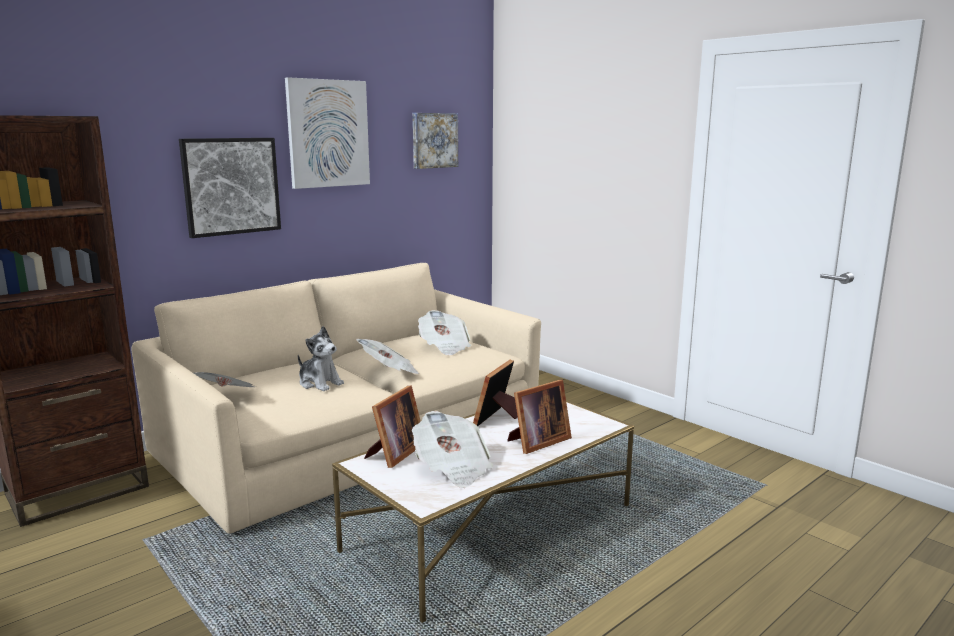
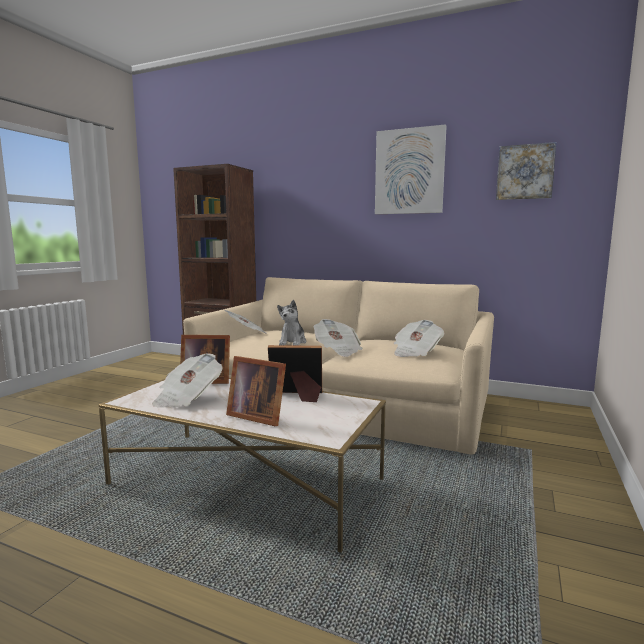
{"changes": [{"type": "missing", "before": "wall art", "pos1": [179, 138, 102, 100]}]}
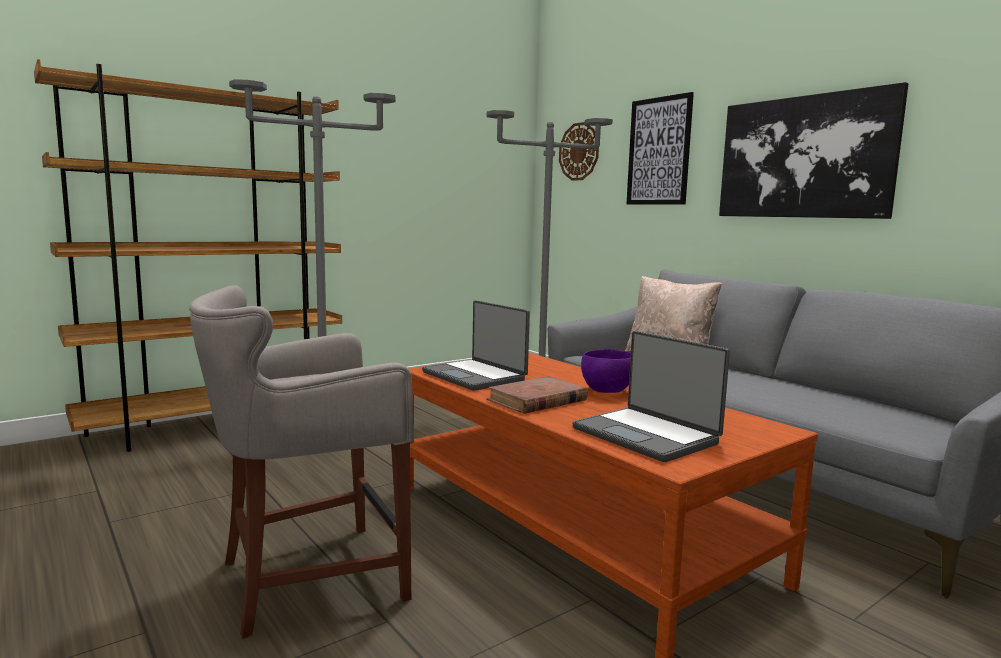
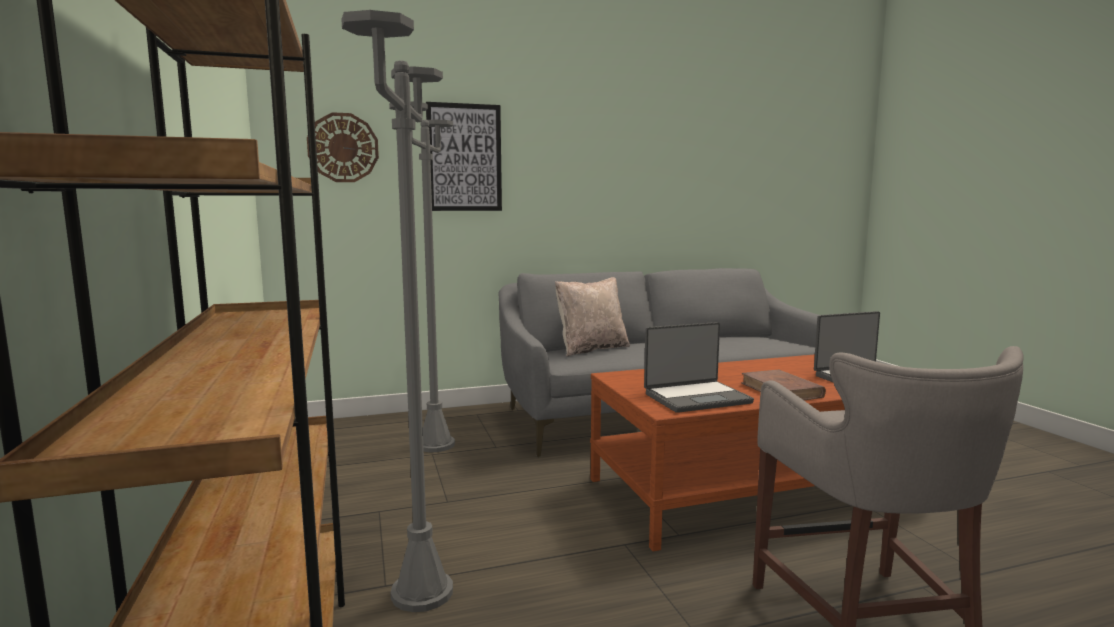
{"changes": [{"type": "missing", "before": "wall art", "pos1": [719, 82, 189, 137]}, {"type": "missing", "before": "purple-coloured deep dish", "pos1": [581, 349, 50, 44]}]}
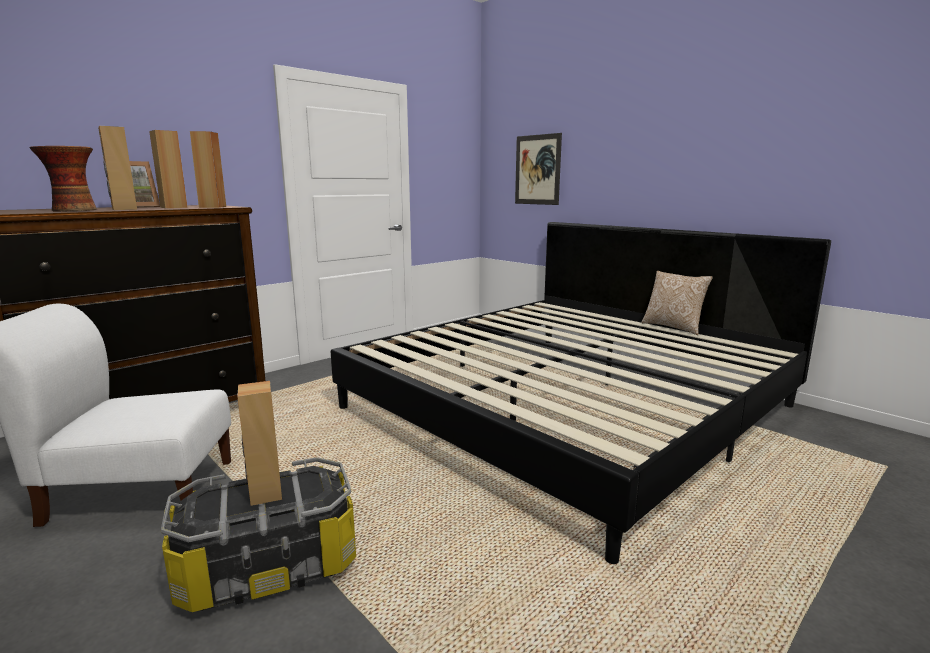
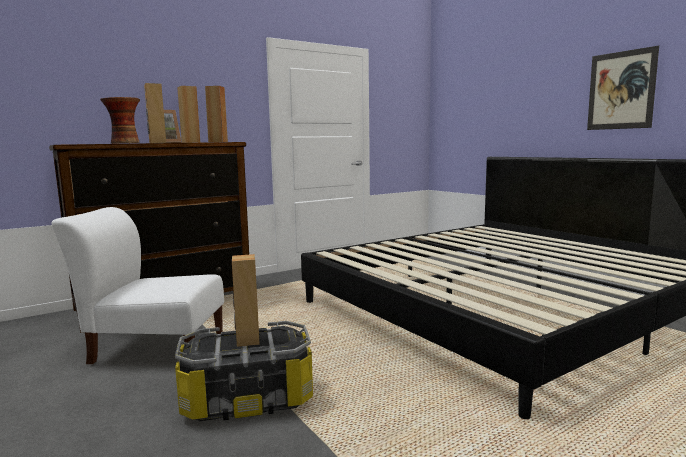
{"changes": [{"type": "relocated", "before": "wall art", "pos1": [515, 133, 47, 72], "pos2": [587, 45, 72, 85]}, {"type": "missing", "before": "pillow", "pos1": [642, 271, 71, 64]}]}
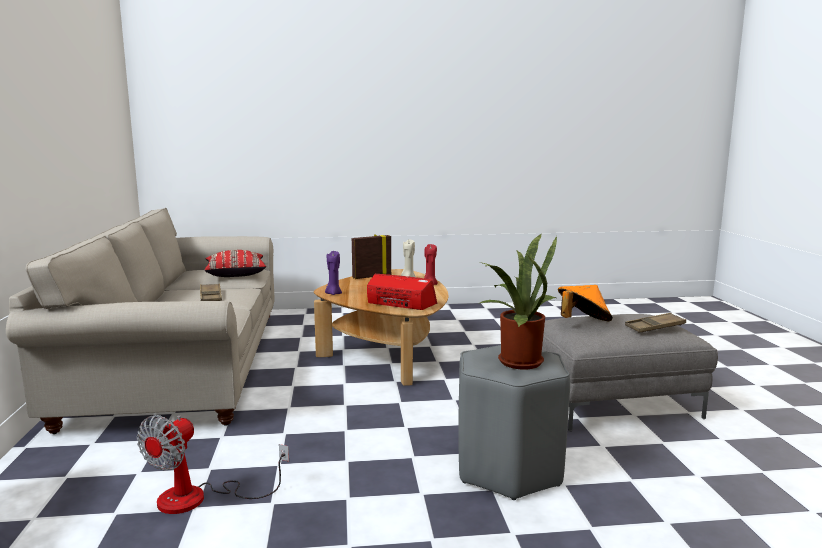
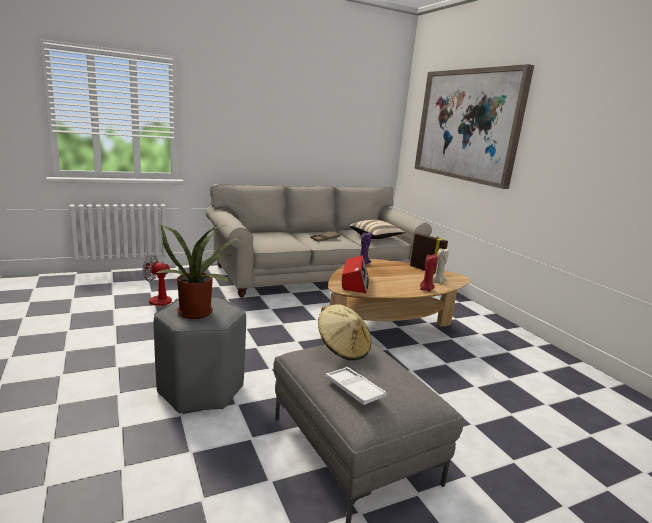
{"changes": [{"type": "colour", "before": "reddish pillow", "after": "beige pillow", "pos1": [205, 250, 61, 27], "pos2": [349, 220, 56, 19]}, {"type": "colour", "before": "orange-coloured hat", "after": "beige hat", "pos1": [558, 285, 55, 36], "pos2": [318, 304, 53, 56]}, {"type": "colour", "before": "brownish tray", "after": "white-coloured tray", "pos1": [625, 313, 61, 19], "pos2": [326, 367, 60, 38]}, {"type": "appeared", "after": "wall art", "pos2": [414, 64, 120, 125]}]}
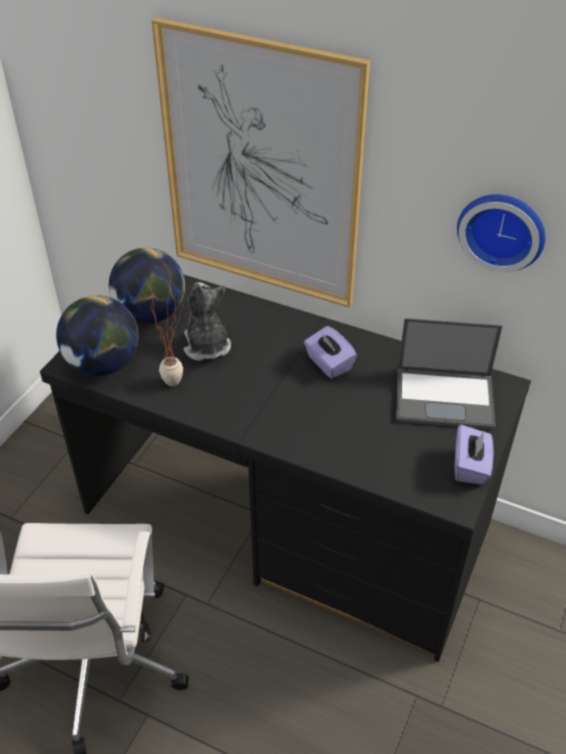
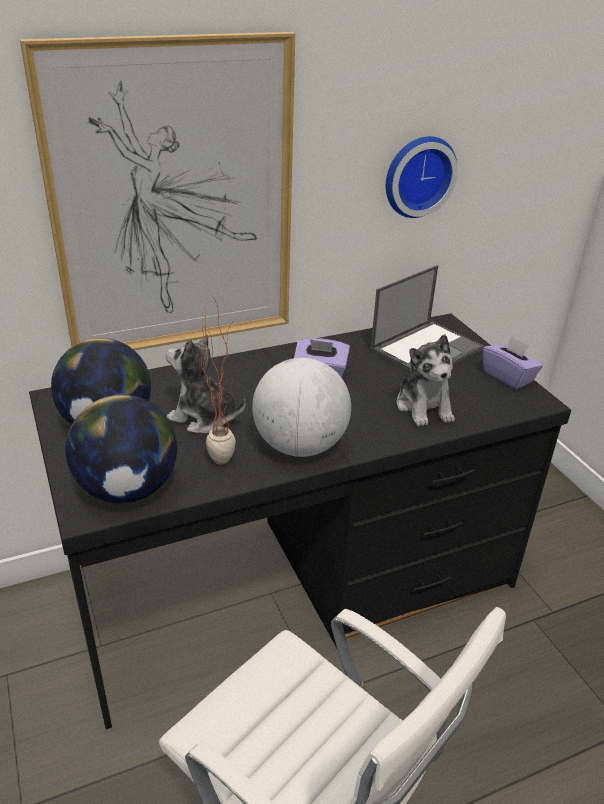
{"changes": [{"type": "appeared", "after": "soft toy", "pos2": [397, 334, 58, 92]}, {"type": "appeared", "after": "desk globe", "pos2": [252, 358, 99, 99]}]}
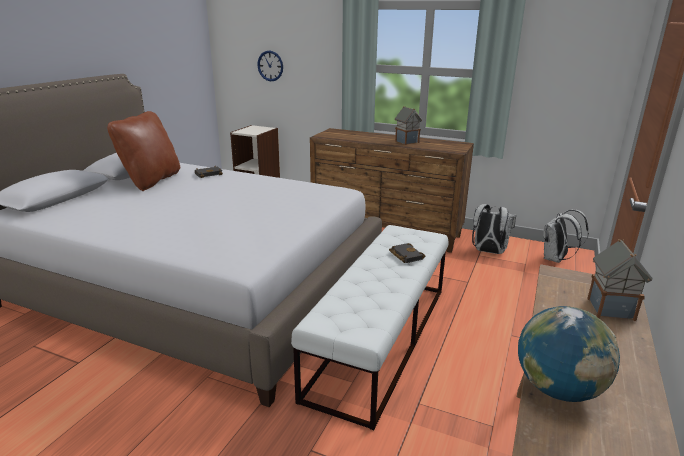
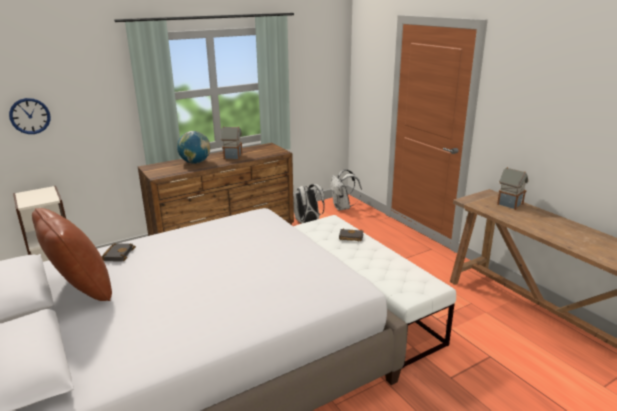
{"changes": [{"type": "relocated", "before": "desk globe", "pos1": [518, 306, 102, 96], "pos2": [177, 131, 33, 33]}]}
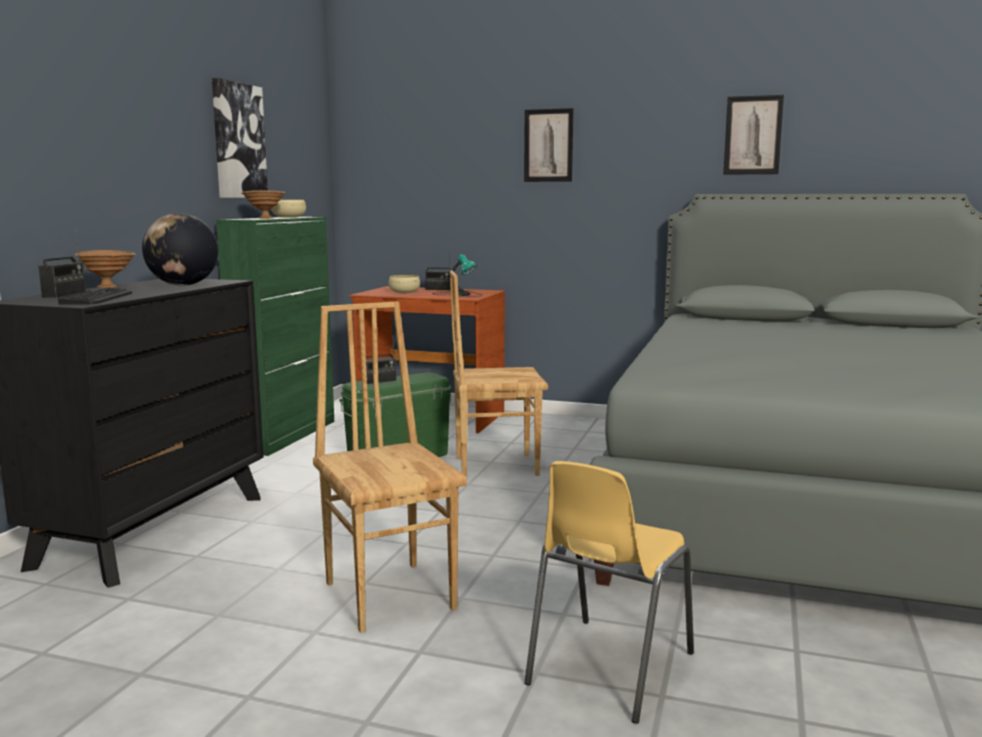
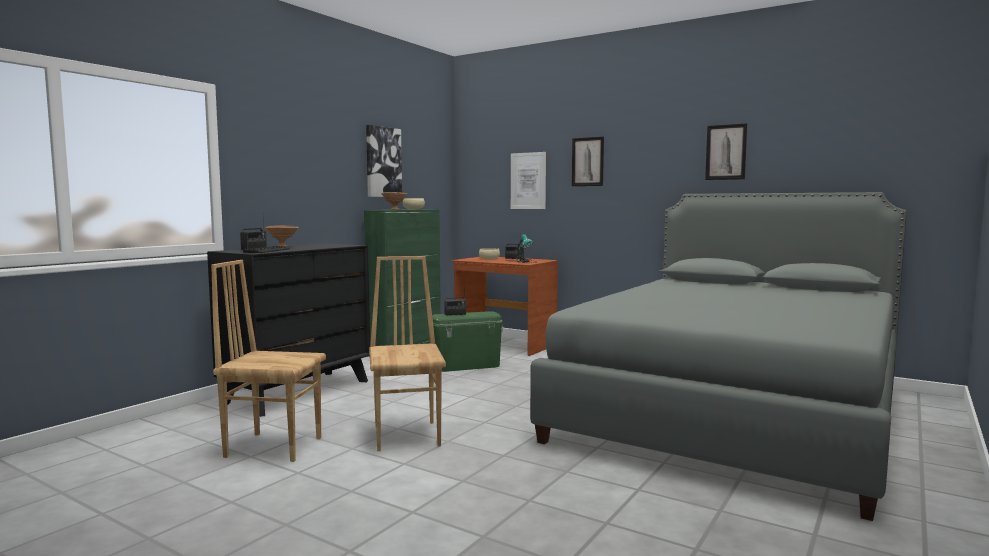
{"changes": [{"type": "missing", "before": "desk globe", "pos1": [142, 213, 76, 73]}, {"type": "relocated", "before": "brownish upright chair", "pos1": [450, 271, 98, 207], "pos2": [211, 260, 115, 202]}, {"type": "missing", "before": "yellowish upright chair", "pos1": [524, 461, 170, 263]}, {"type": "appeared", "after": "wall art", "pos2": [511, 152, 35, 57]}]}
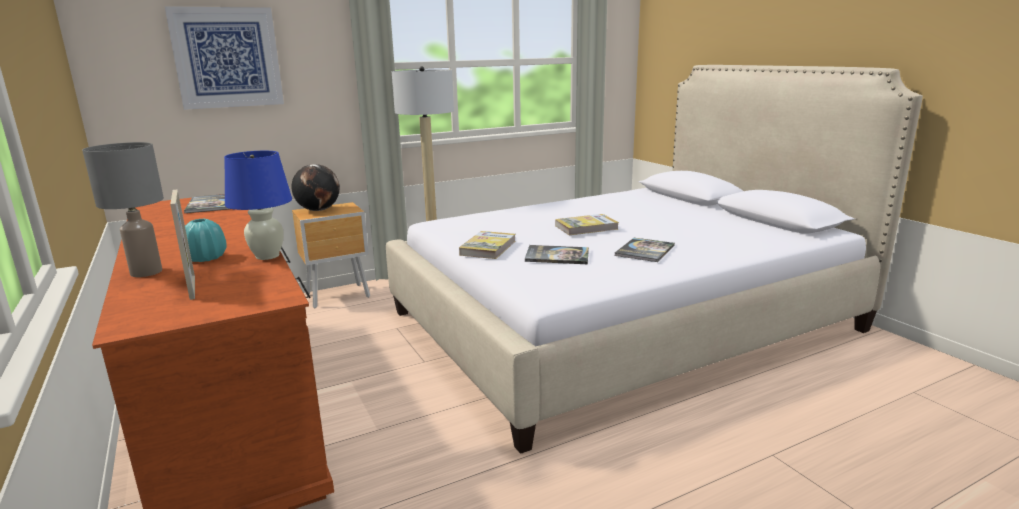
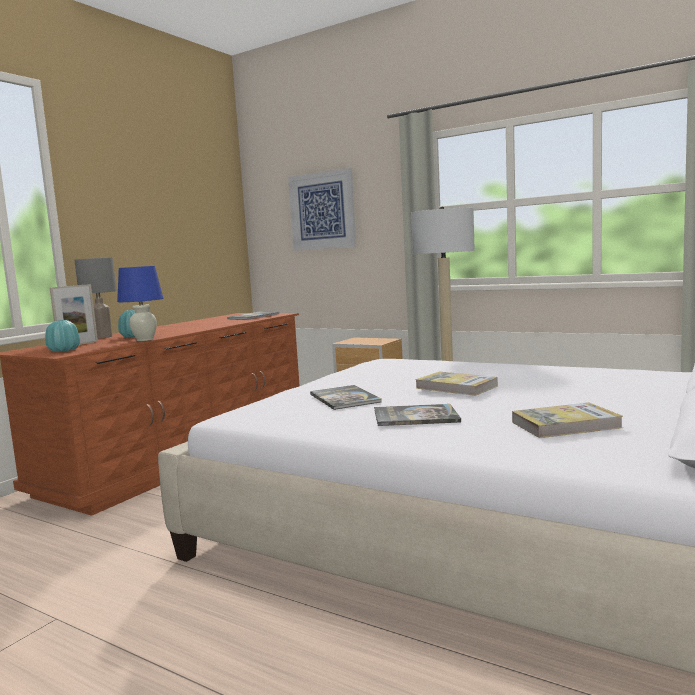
{"changes": [{"type": "missing", "before": "desk globe", "pos1": [291, 164, 49, 47]}, {"type": "relocated", "before": "bound book", "pos1": [459, 231, 57, 28], "pos2": [512, 403, 111, 35]}, {"type": "appeared", "after": "turquoise vase", "pos2": [45, 320, 35, 32]}]}
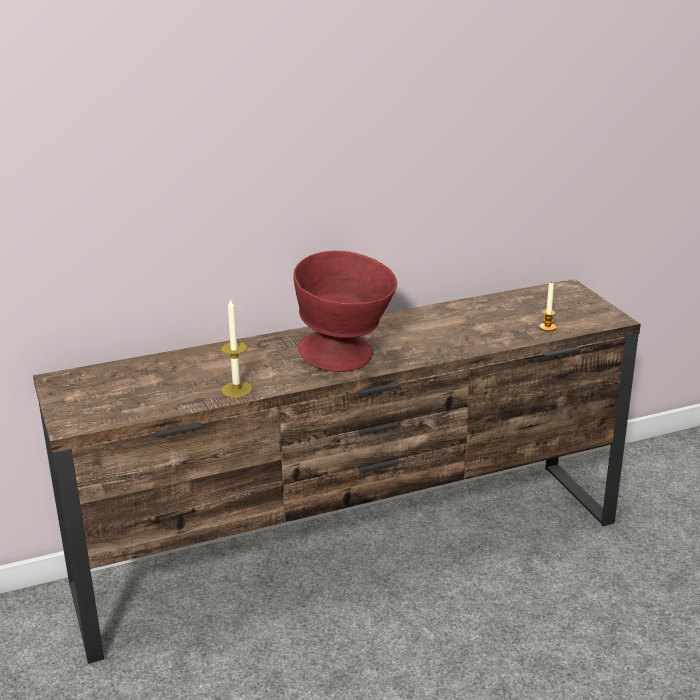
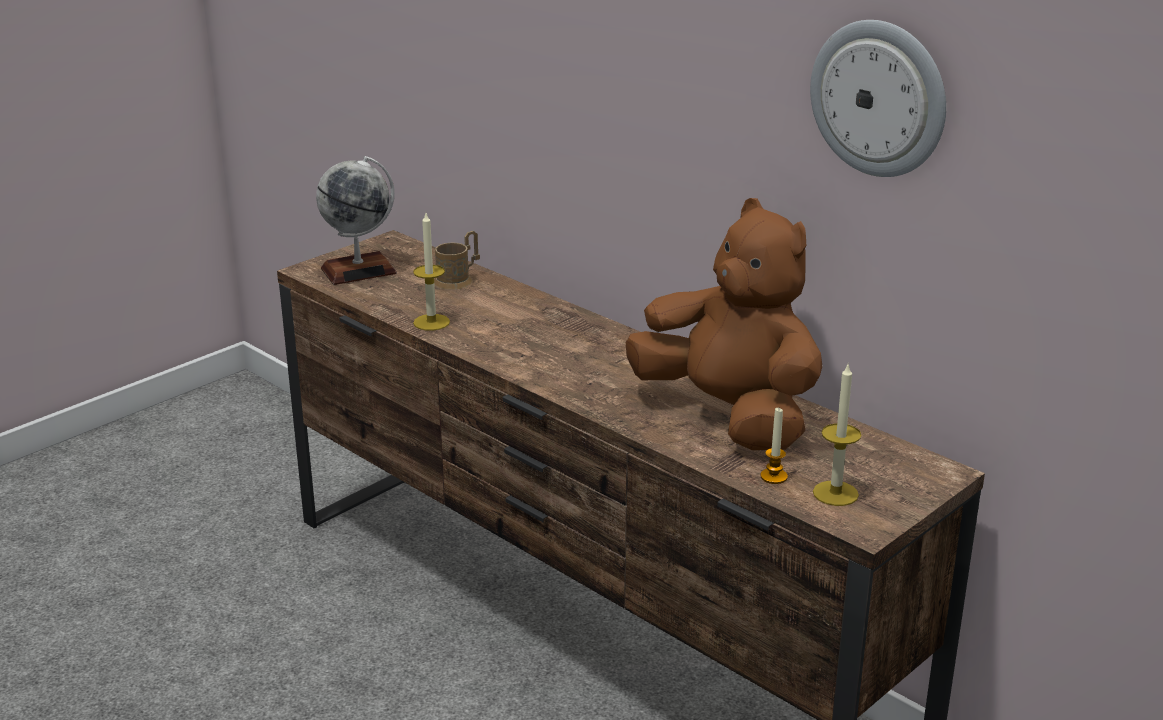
{"changes": [{"type": "missing", "before": "reddish deep dish", "pos1": [293, 251, 104, 121]}, {"type": "appeared", "after": "clock on the wall", "pos2": [810, 20, 136, 157]}, {"type": "appeared", "after": "desk globe", "pos2": [316, 156, 81, 129]}, {"type": "appeared", "after": "brownish soft toy", "pos2": [626, 198, 196, 252]}, {"type": "appeared", "after": "brownish tea mug", "pos2": [434, 231, 46, 59]}, {"type": "appeared", "after": "wax light", "pos2": [813, 362, 48, 144]}]}
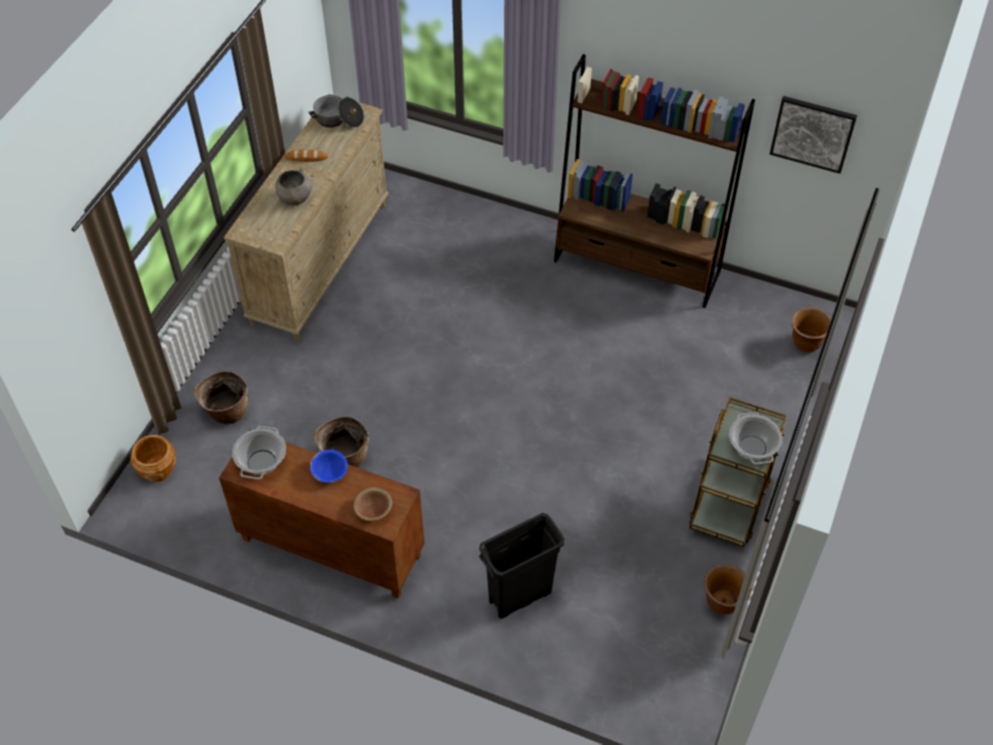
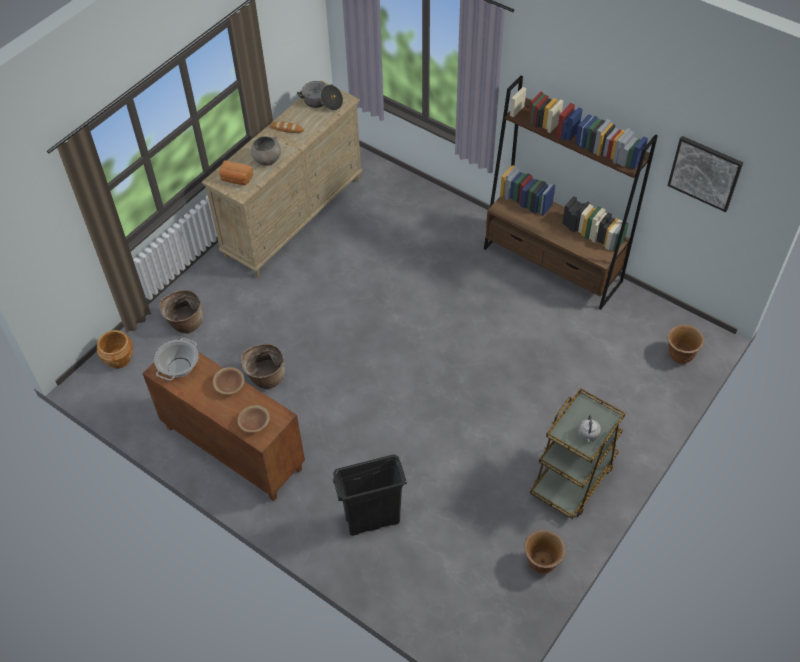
{"changes": [{"type": "exchanged", "before": "saucepot", "after": "greyish water kettle", "pos1": [729, 412, 53, 53], "pos2": [578, 414, 23, 28]}, {"type": "colour", "before": "blue deep dish", "after": "brownish deep dish", "pos1": [310, 450, 38, 33], "pos2": [213, 367, 31, 27]}, {"type": "appeared", "after": "bread", "pos2": [219, 161, 35, 24]}]}
